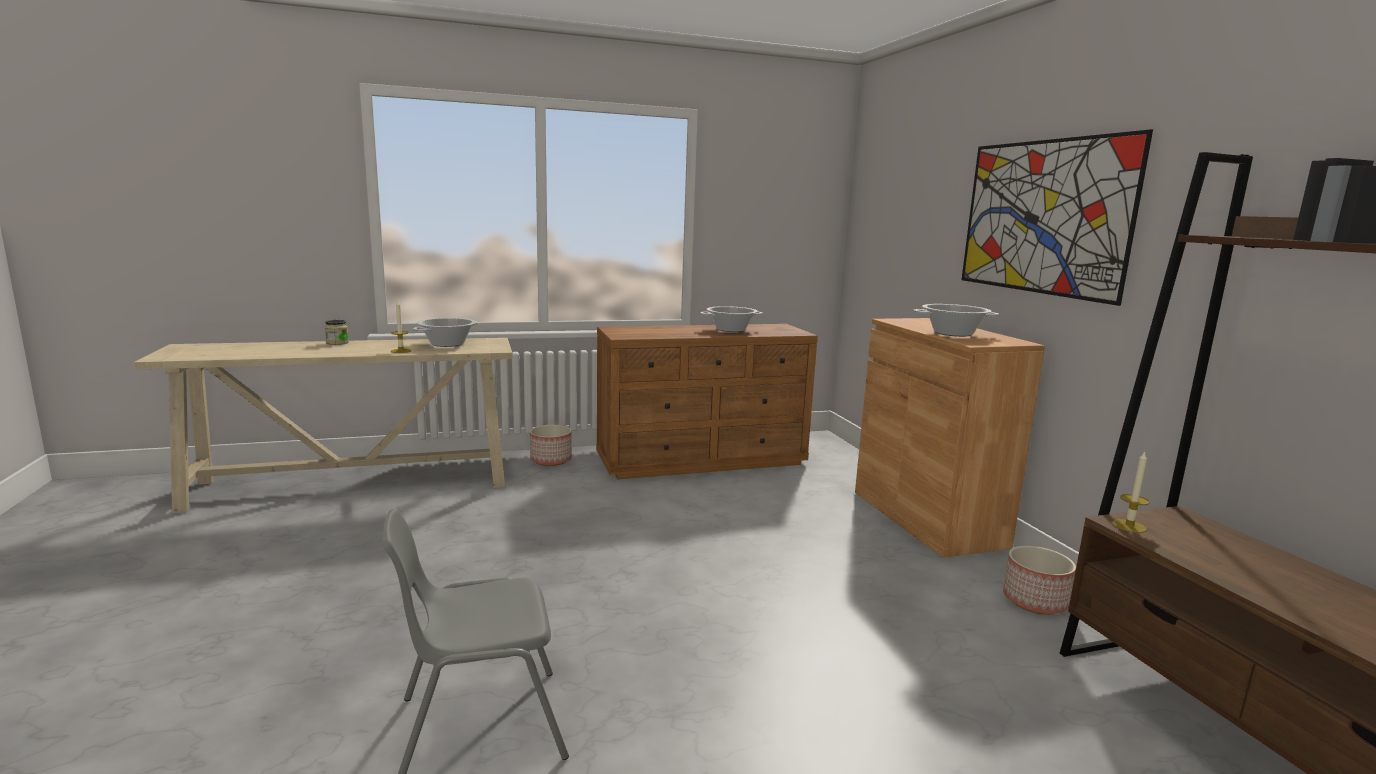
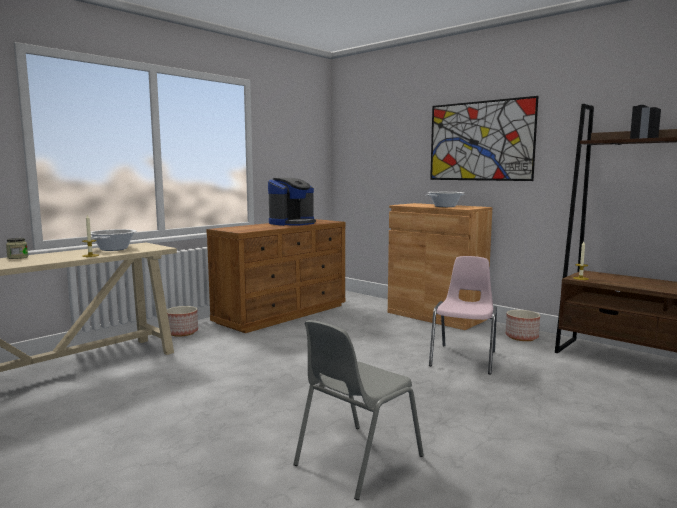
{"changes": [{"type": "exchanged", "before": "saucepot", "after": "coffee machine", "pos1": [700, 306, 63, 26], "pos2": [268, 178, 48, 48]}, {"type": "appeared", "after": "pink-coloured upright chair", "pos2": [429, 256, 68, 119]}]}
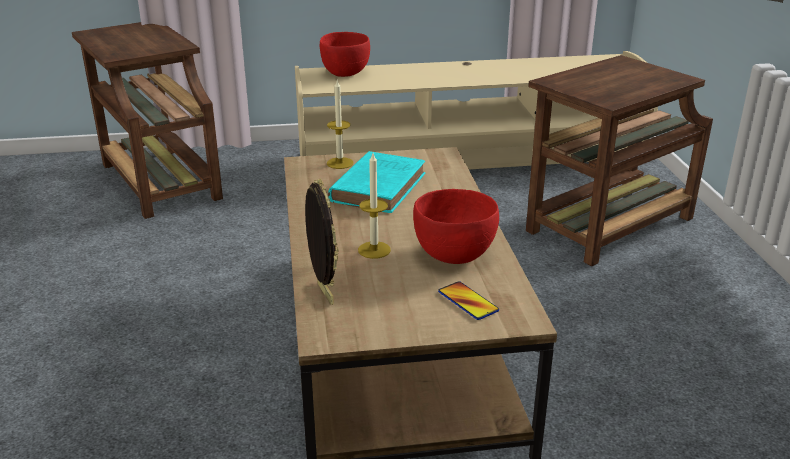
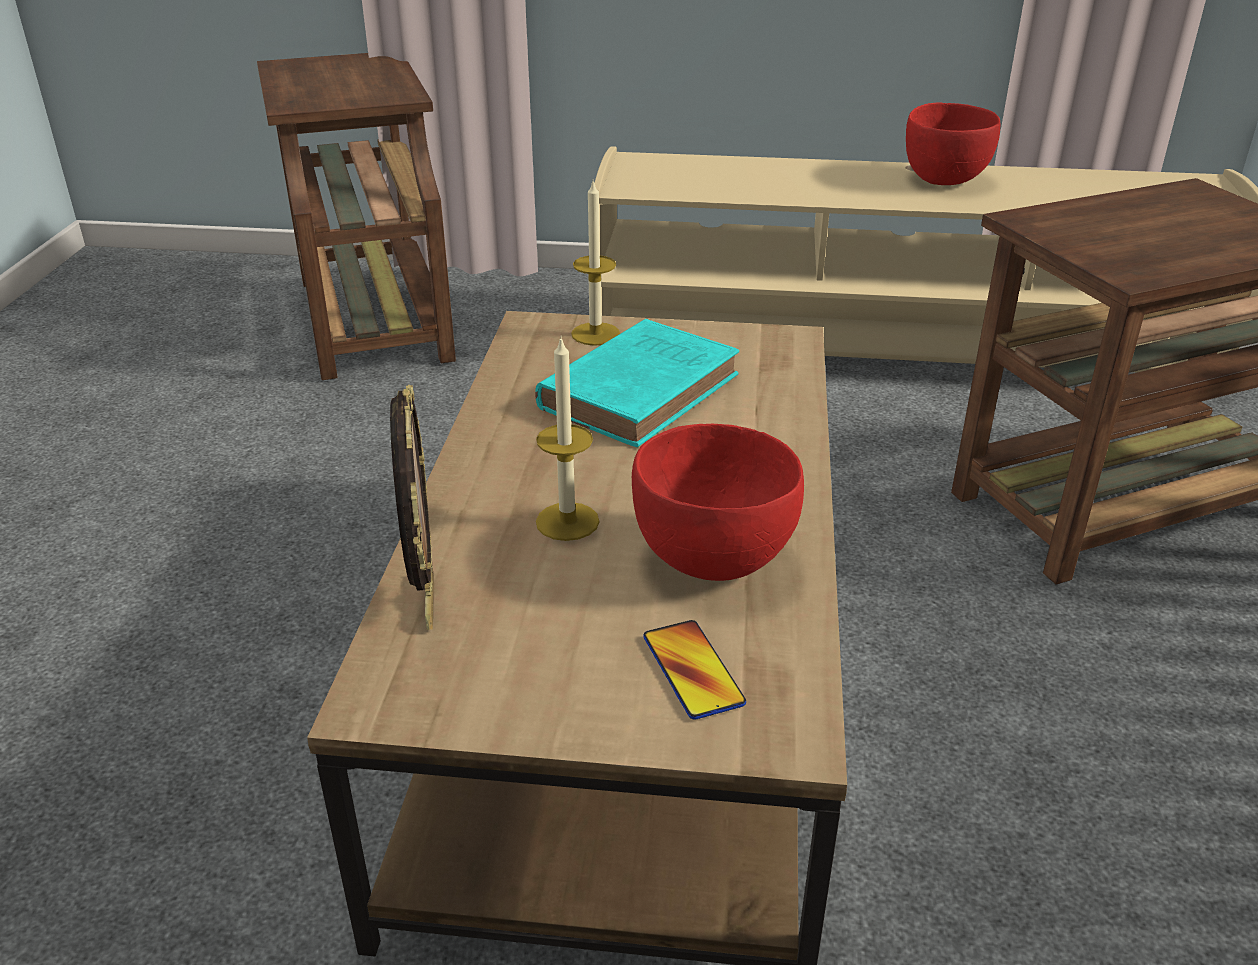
{"changes": [{"type": "relocated", "before": "reddish deep dish", "pos1": [320, 32, 50, 45], "pos2": [906, 103, 94, 82]}]}
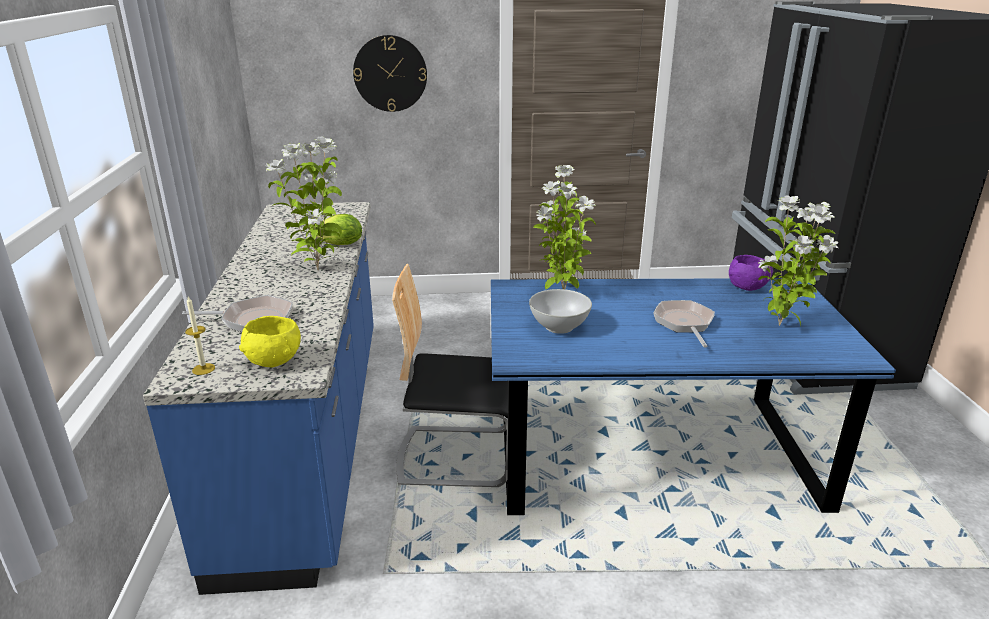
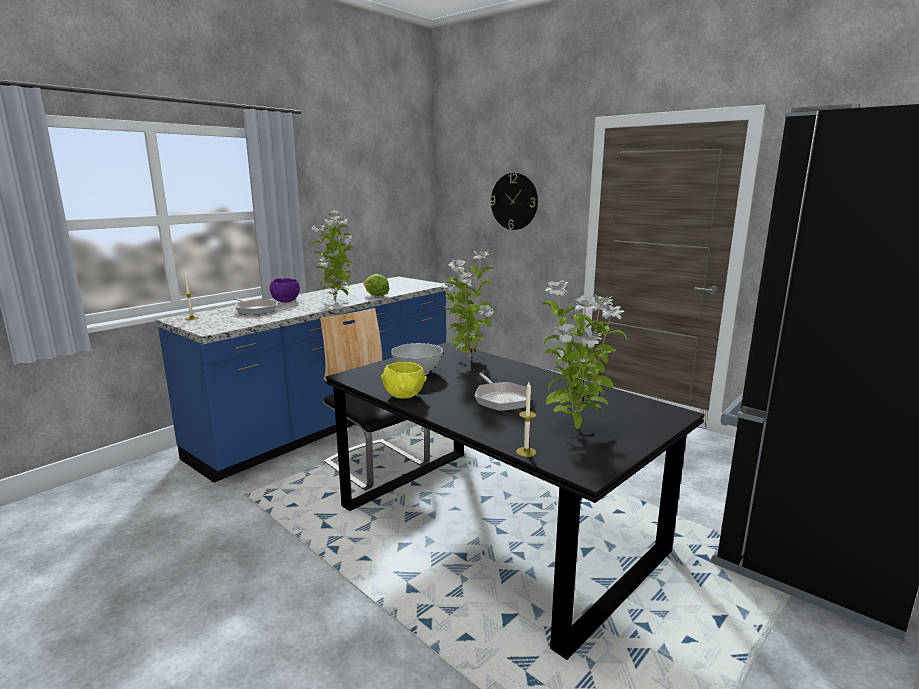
{"changes": [{"type": "relocated", "before": "purple-coloured deep dish", "pos1": [729, 255, 44, 36], "pos2": [270, 278, 30, 24]}, {"type": "colour", "before": "blue kitchen table", "after": "black-coloured kitchen table", "pos1": [491, 278, 405, 237], "pos2": [326, 342, 379, 318]}, {"type": "spun", "before": "pan", "pos1": [653, 300, 62, 48], "pos2": [475, 373, 51, 38], "turn": 120}, {"type": "relocated", "before": "yellowish deep dish", "pos1": [239, 316, 62, 51], "pos2": [381, 362, 46, 37]}, {"type": "appeared", "after": "wax light", "pos2": [516, 382, 20, 75]}]}
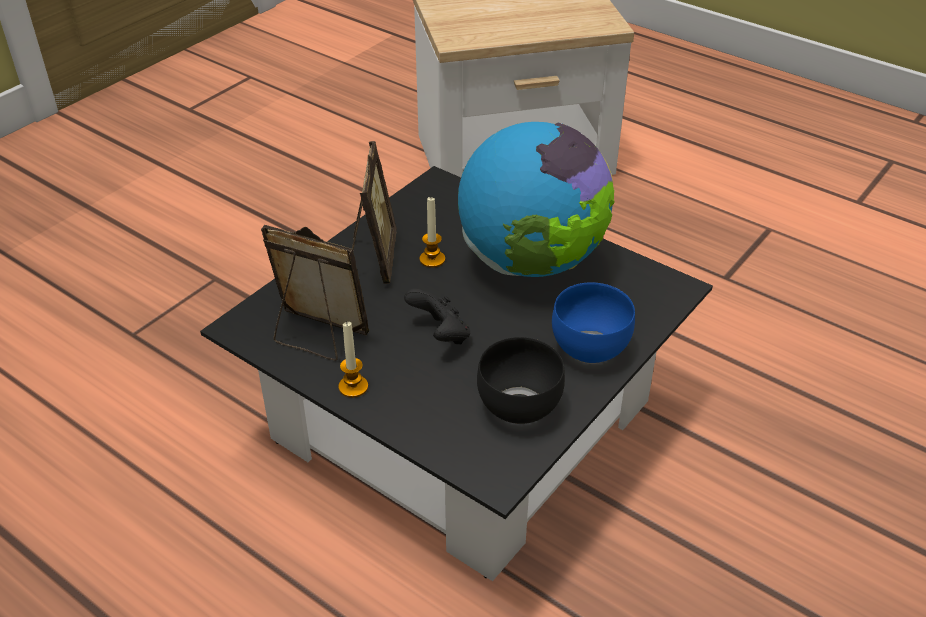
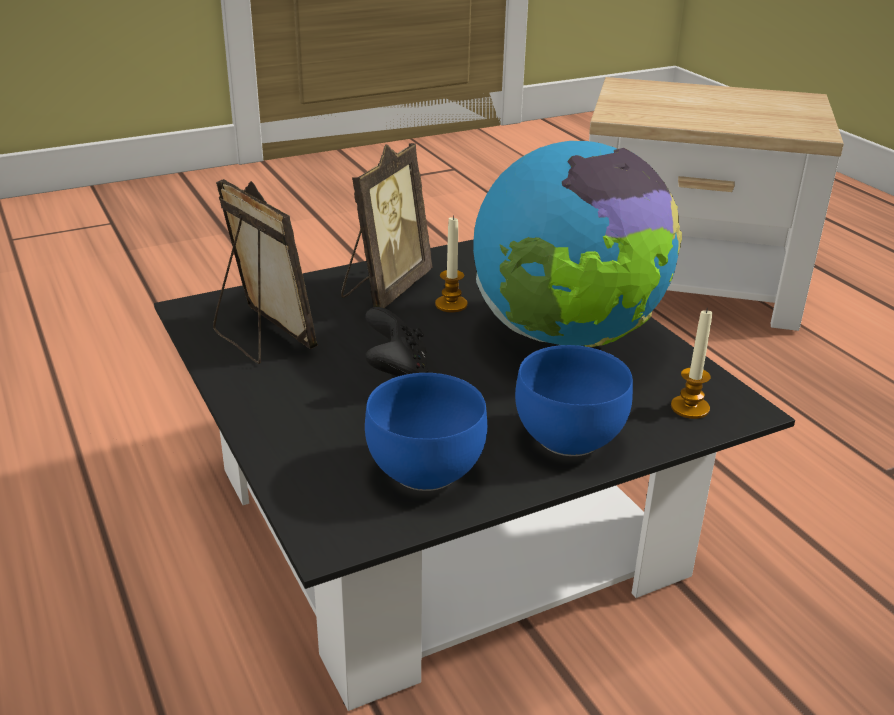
{"changes": [{"type": "relocated", "before": "wax light", "pos1": [338, 321, 30, 77], "pos2": [671, 308, 42, 111]}, {"type": "colour", "before": "black-coloured deep dish", "after": "blue deep dish", "pos1": [477, 337, 88, 87], "pos2": [365, 373, 122, 118]}]}
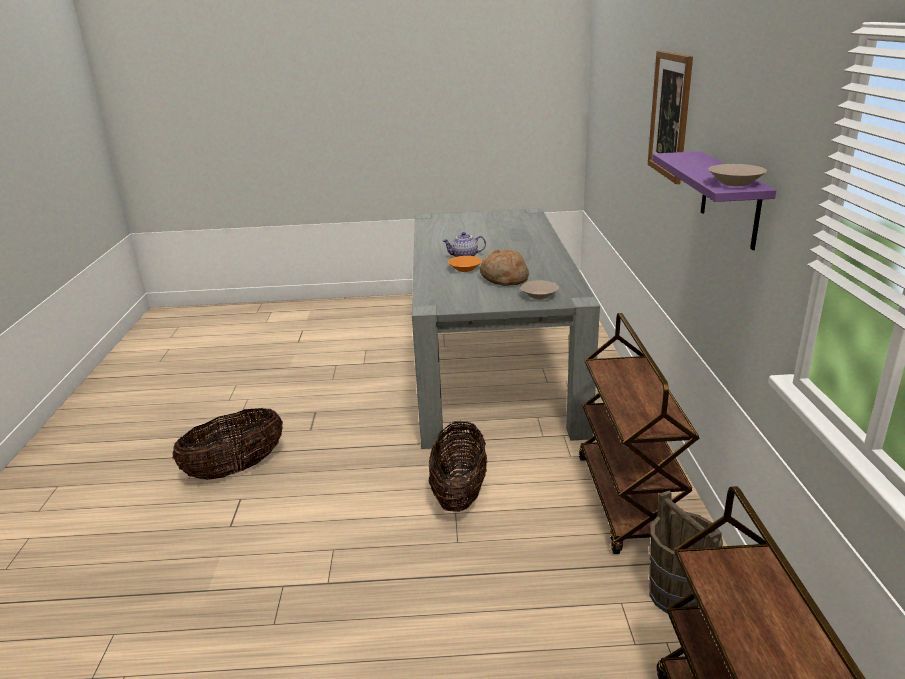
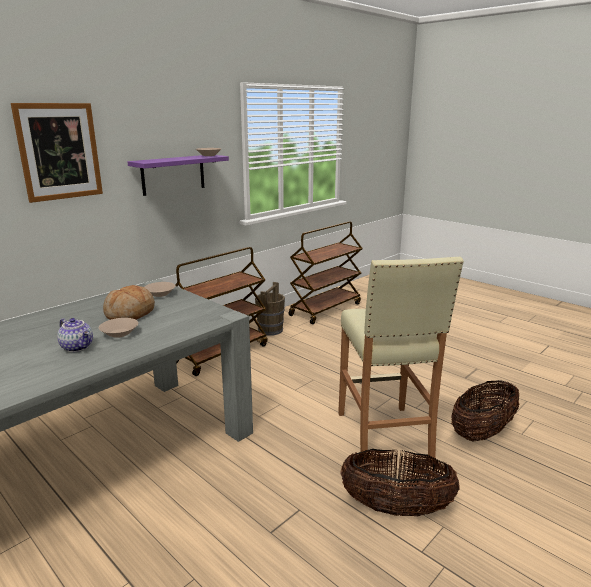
{"changes": [{"type": "colour", "before": "orange-coloured deep dish", "after": "beige deep dish", "pos1": [448, 256, 34, 16], "pos2": [99, 318, 39, 20]}, {"type": "relocated", "before": "household basket", "pos1": [429, 421, 59, 91], "pos2": [451, 380, 68, 61]}, {"type": "appeared", "after": "beige sitting stool", "pos2": [338, 256, 126, 214]}]}
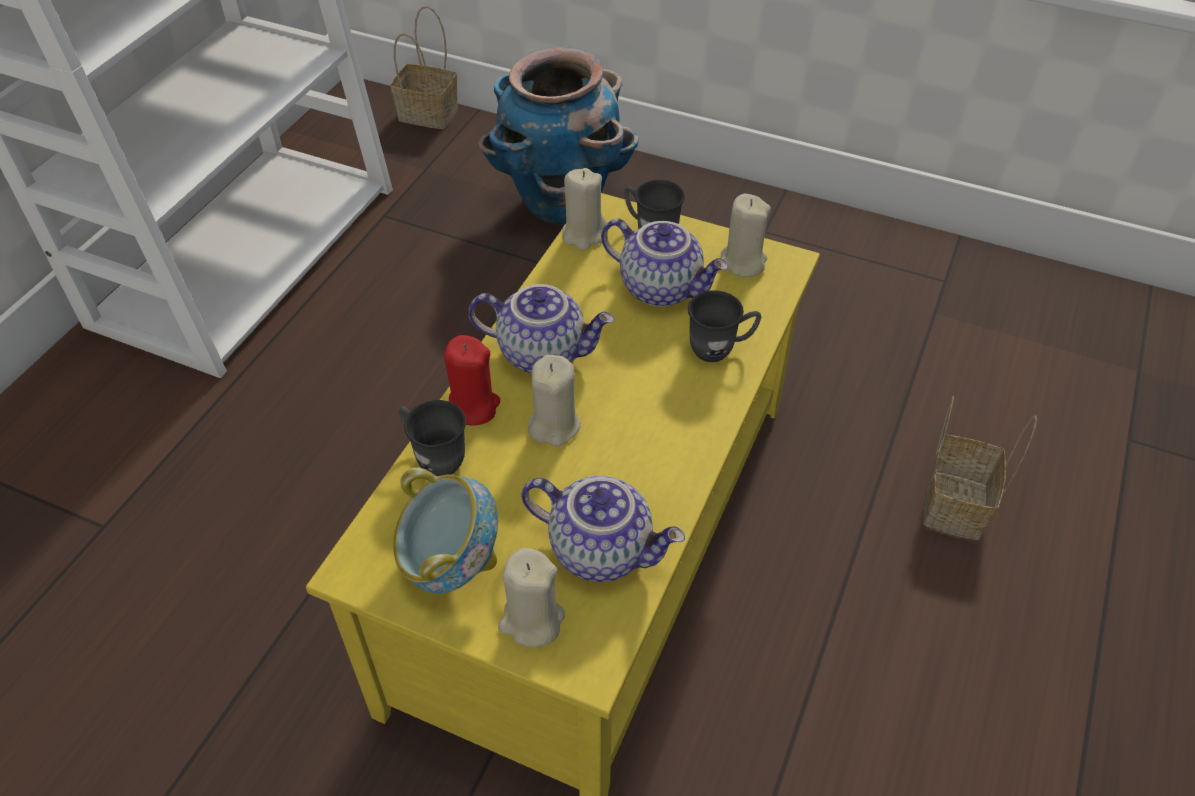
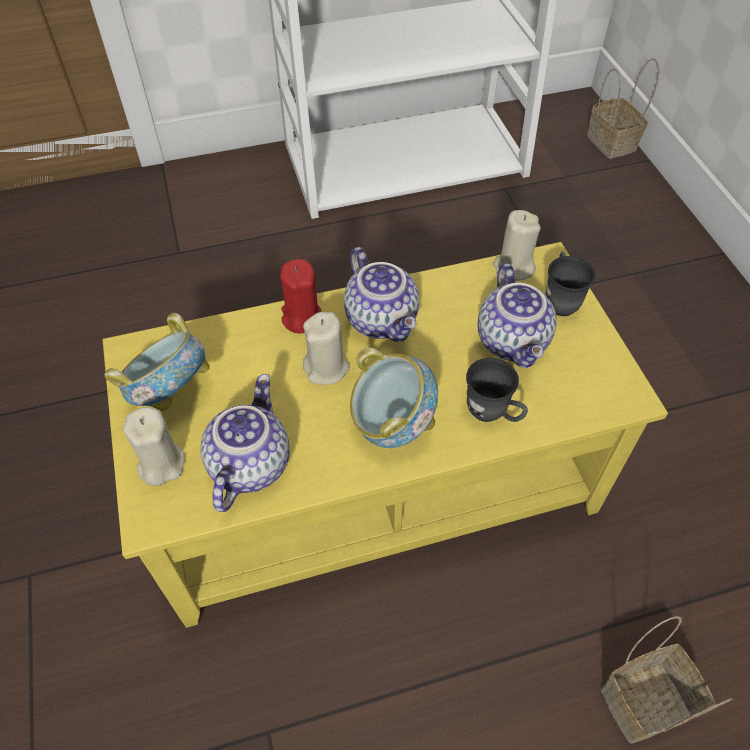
{"changes": [{"type": "missing", "before": "plant pot", "pos1": [478, 47, 160, 178]}, {"type": "missing", "before": "beige wax light", "pos1": [721, 194, 50, 83]}, {"type": "missing", "before": "greyish tea mug", "pos1": [398, 400, 68, 76]}, {"type": "spun", "before": "pot for tea", "pos1": [521, 476, 164, 106], "pos2": [201, 374, 89, 138], "turn": -150}, {"type": "appeared", "after": "deep dish", "pos2": [350, 348, 88, 100]}]}
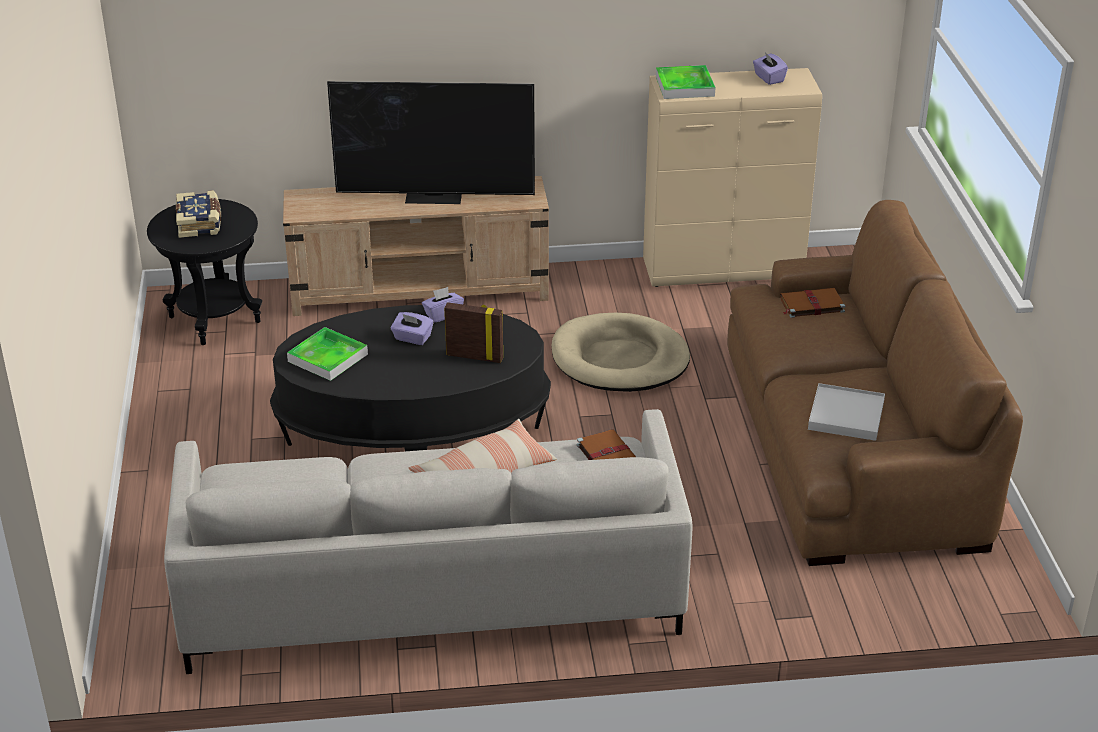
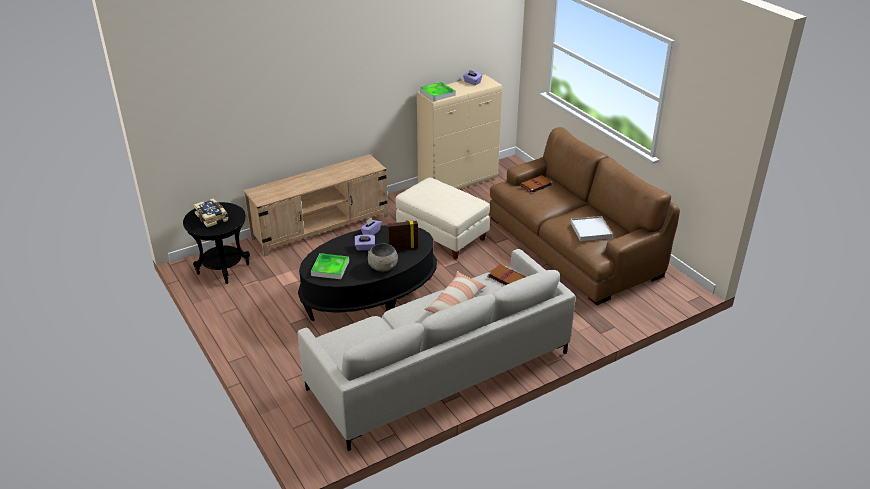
{"changes": [{"type": "missing", "before": "television", "pos1": [327, 81, 208, 123]}, {"type": "exchanged", "before": "beige pet bed", "after": "beige footrest", "pos1": [551, 313, 139, 79], "pos2": [395, 178, 95, 81]}, {"type": "appeared", "after": "greyish deep dish", "pos2": [368, 243, 30, 29]}]}
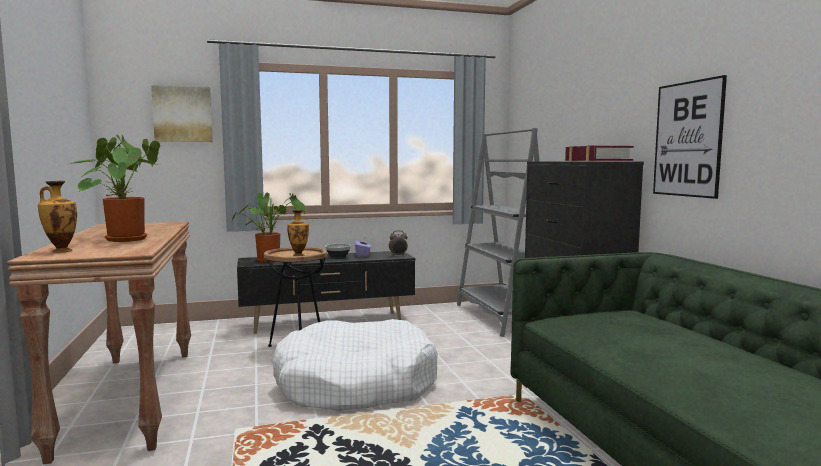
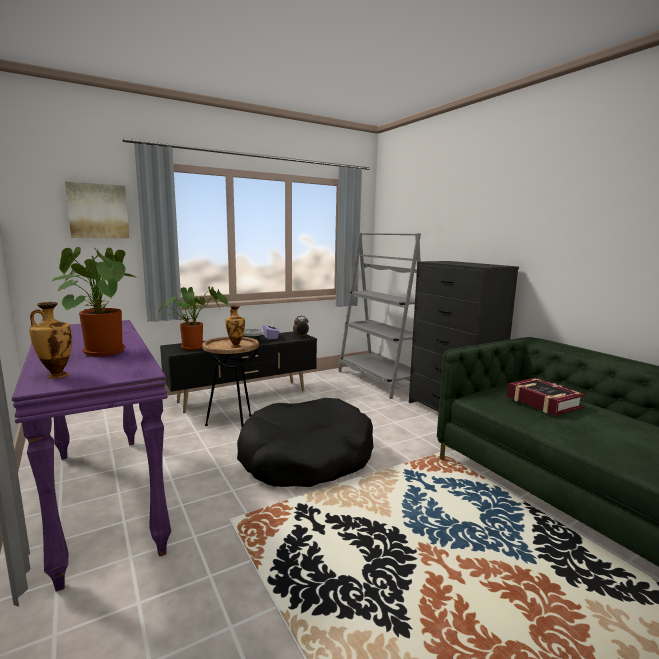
{"changes": [{"type": "missing", "before": "wall art", "pos1": [653, 75, 74, 124]}, {"type": "relocated", "before": "bound book", "pos1": [565, 145, 69, 16], "pos2": [507, 378, 79, 38]}, {"type": "colour", "before": "brownish narrow table", "after": "purple-coloured narrow table", "pos1": [7, 222, 184, 242], "pos2": [12, 320, 159, 272]}, {"type": "colour", "before": "white-coloured pet bed", "after": "black-coloured pet bed", "pos1": [272, 319, 166, 92], "pos2": [237, 398, 137, 89]}]}
